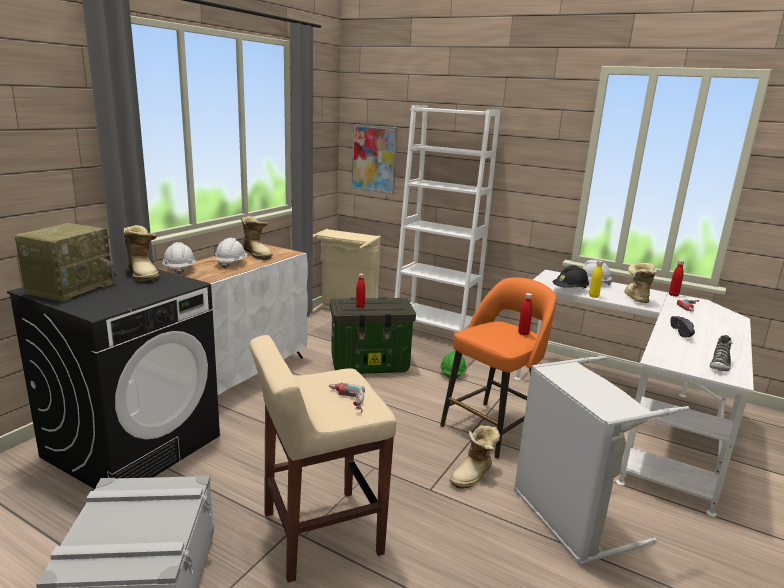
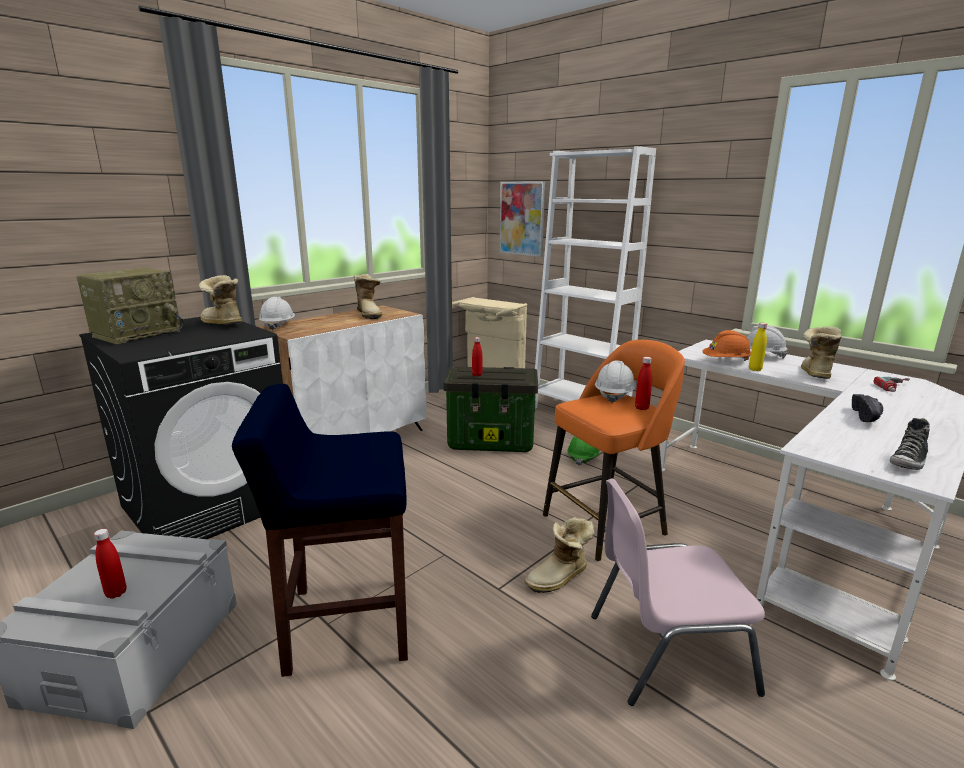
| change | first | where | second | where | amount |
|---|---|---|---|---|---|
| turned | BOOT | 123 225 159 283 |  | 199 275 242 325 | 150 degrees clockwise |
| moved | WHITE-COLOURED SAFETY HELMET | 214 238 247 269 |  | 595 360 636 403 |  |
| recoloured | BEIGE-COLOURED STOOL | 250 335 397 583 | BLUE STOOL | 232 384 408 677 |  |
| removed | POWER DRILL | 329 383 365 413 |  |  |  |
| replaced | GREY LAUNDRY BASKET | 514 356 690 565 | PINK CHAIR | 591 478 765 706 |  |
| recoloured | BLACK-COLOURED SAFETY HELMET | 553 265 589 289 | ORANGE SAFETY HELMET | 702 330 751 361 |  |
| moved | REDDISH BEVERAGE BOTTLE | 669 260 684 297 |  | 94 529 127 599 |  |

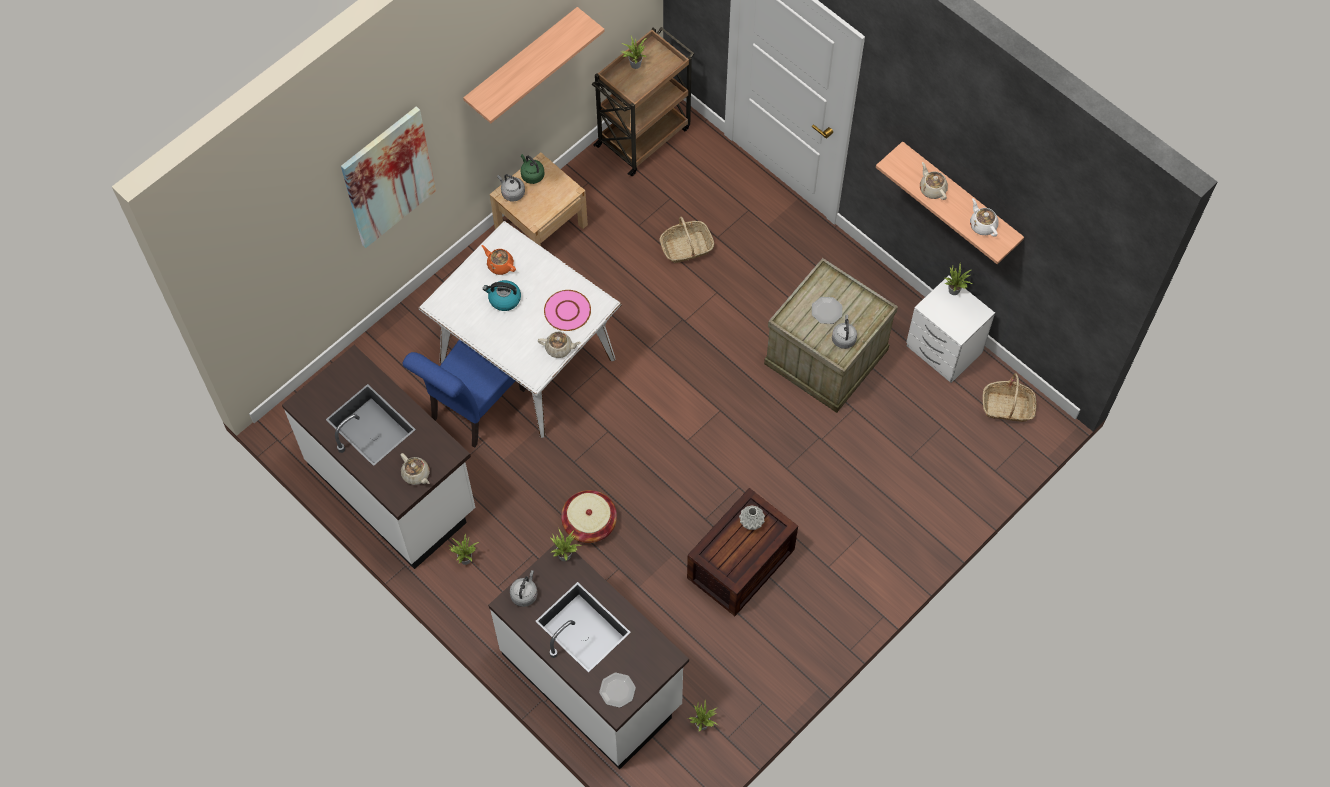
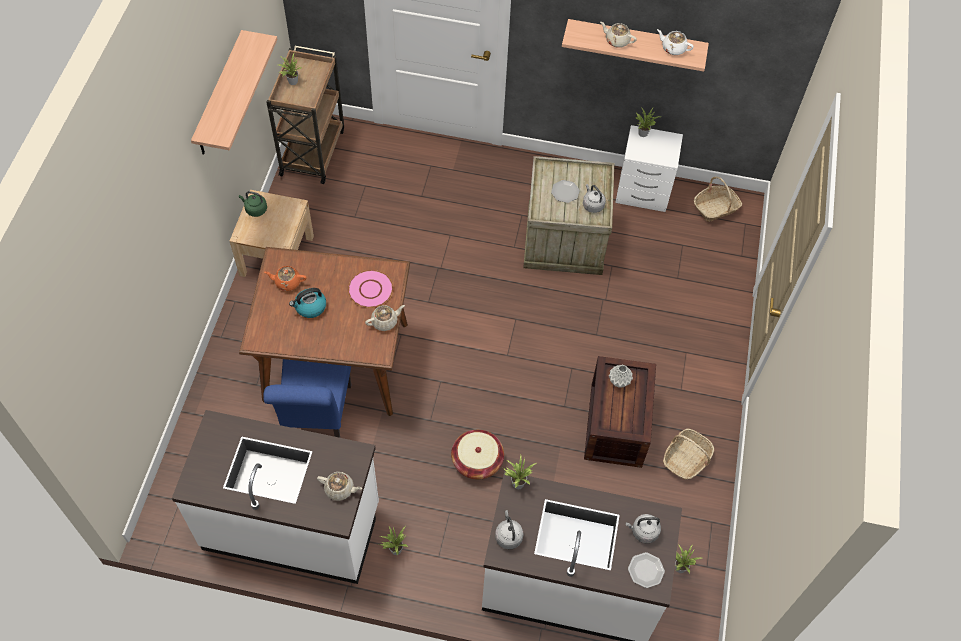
| change | first | where | second | where | amount |
|---|---|---|---|---|---|
| removed | PICTURE | 341 106 436 248 |  |  |  |
| recoloured | WHITE-COLOURED DINING TABLE | 419 221 622 438 | BROWN-COLOURED DINING TABLE | 239 247 410 416 |  |
| moved | GREY TEA KETTLE | 497 174 525 202 |  | 626 514 661 544 |  |
| moved | HOUSEHOLD BASKET | 659 216 714 263 |  | 663 429 714 479 |  |

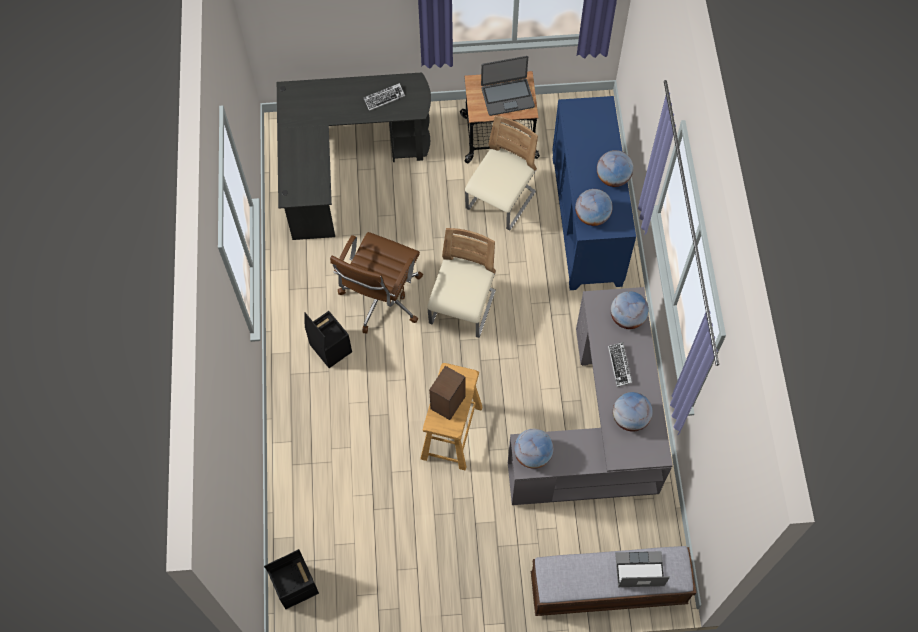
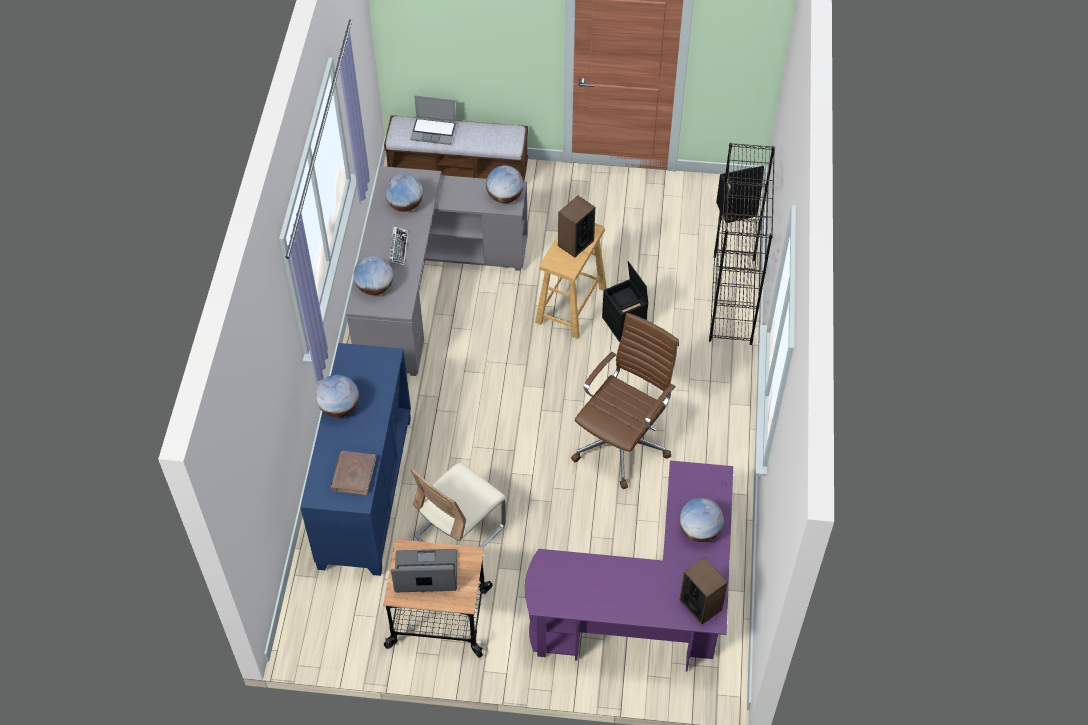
| change | first | where | second | where | amount |
|---|---|---|---|---|---|
| recoloured | BLACK-COLOURED DESK | 277 72 431 240 | PURPLE-COLOURED DESK | 525 460 733 671 |  |
| moved | BLACK-COLOURED STORAGE BIN | 304 311 352 368 |  | 602 261 648 342 |  |
| removed | PC KEYBOARD | 363 83 405 111 |  |  |  |
| removed | BEIGE-COLOURED CHAIR | 427 228 496 338 |  |  |  |
| moved | GLOBE | 575 189 613 226 |  | 679 498 724 542 |  |
| added |  |  | BROWN-COLOURED VOLUME | 331 451 376 495 |  |
| added |  |  | SPEAKER | 680 557 728 624 |  |
| added |  |  | BLACK-COLOURED SHELVING UNIT | 709 143 775 345 |  |

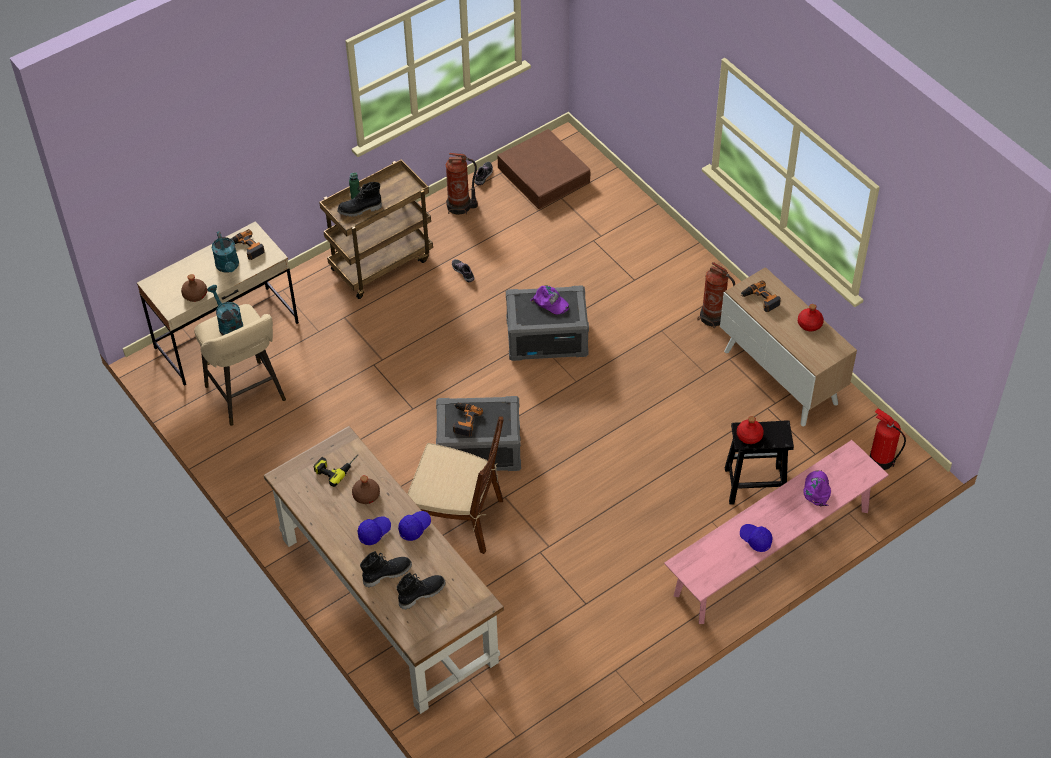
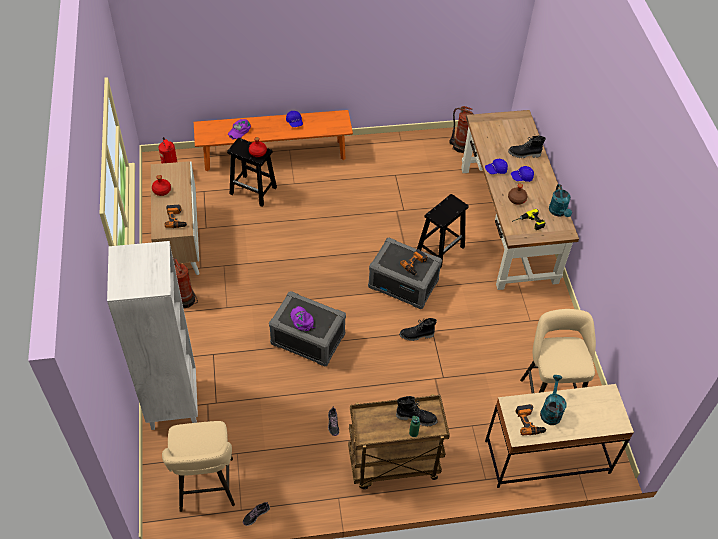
| change | first | where | second | where | amount |
|---|---|---|---|---|---|
| removed | BROWN-COLOURED BEVERAGE BOTTLE | 181 274 207 302 |  |  |  |
| moved | TURQUOISE SPRINKLING CAN | 207 285 243 336 |  | 549 184 572 217 |  |
| moved | BLACK-COLOURED BOOT | 397 572 445 610 |  | 399 318 437 341 |  |
| replaced | BROWN-COLOURED CHAIR | 407 416 503 554 | BLACK-COLOURED STOOL | 417 194 469 268 |  |
| moved | FIRE EXTINGUISHER | 446 153 478 215 |  | 449 106 473 153 |  |
| replaced | BROWN-COLOURED STORAGE BIN | 497 129 591 209 | BEIGE-COLOURED STOOL | 162 421 235 512 |  |
| recoloured | PINK INDOOR BENCH | 664 440 889 624 | ORANGE INDOOR BENCH | 194 110 353 171 |  |
| added |  |  | WHITE-COLOURED SHELVING UNIT | 107 241 198 430 |  |

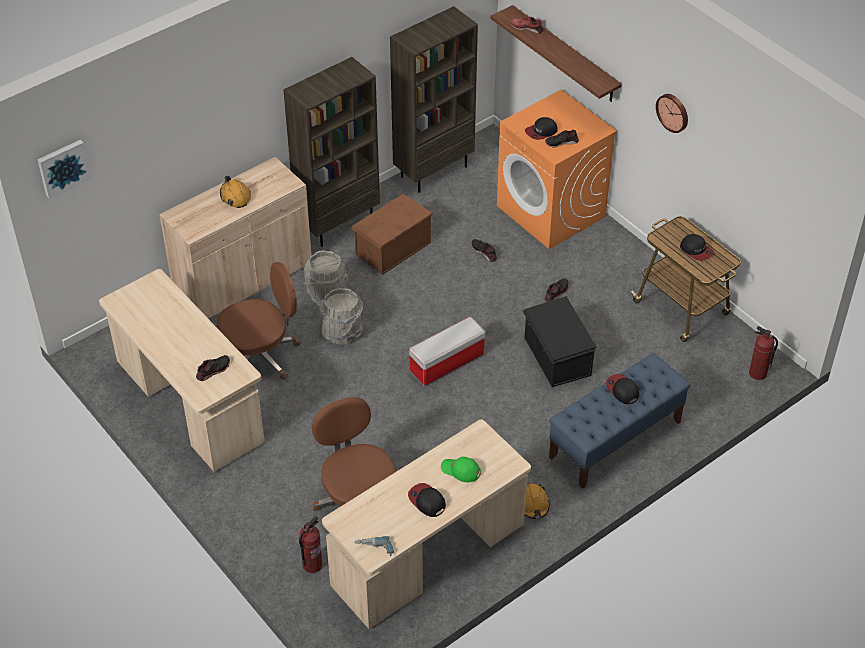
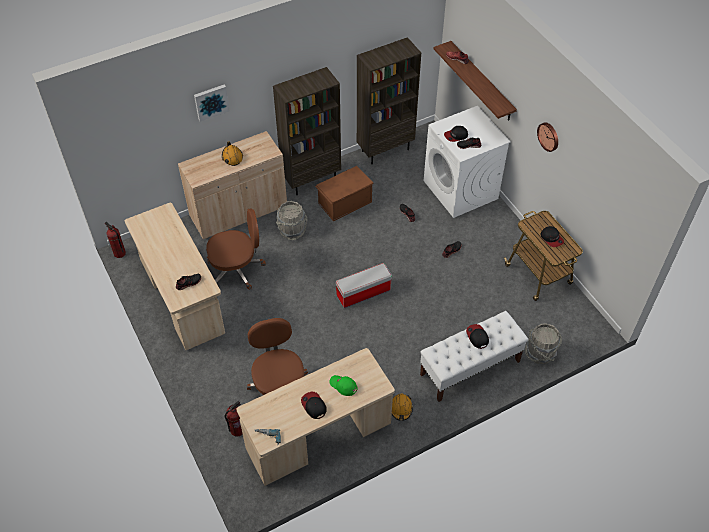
| change | first | where | second | where | amount |
|---|---|---|---|---|---|
| moved | PICTURE | 37 140 91 199 |  | 194 85 230 122 |  |
| moved | GREY WATER BUCKET | 320 288 363 345 |  | 525 323 562 364 |  |
| recoloured | ORANGE WASHING MACHINE | 497 89 617 249 | WHITE-COLOURED WASHING MACHINE | 424 106 511 218 |  |
| removed | BLACK-COLOURED STORAGE BIN | 523 296 597 387 |  |  |  |
| recoloured | BLUE INDOOR BENCH | 549 353 690 489 | WHITE-COLOURED INDOOR BENCH | 420 311 528 402 |  |
| moved | FIRE EXTINGUISHER | 749 326 778 380 |  | 105 222 126 258 |  |

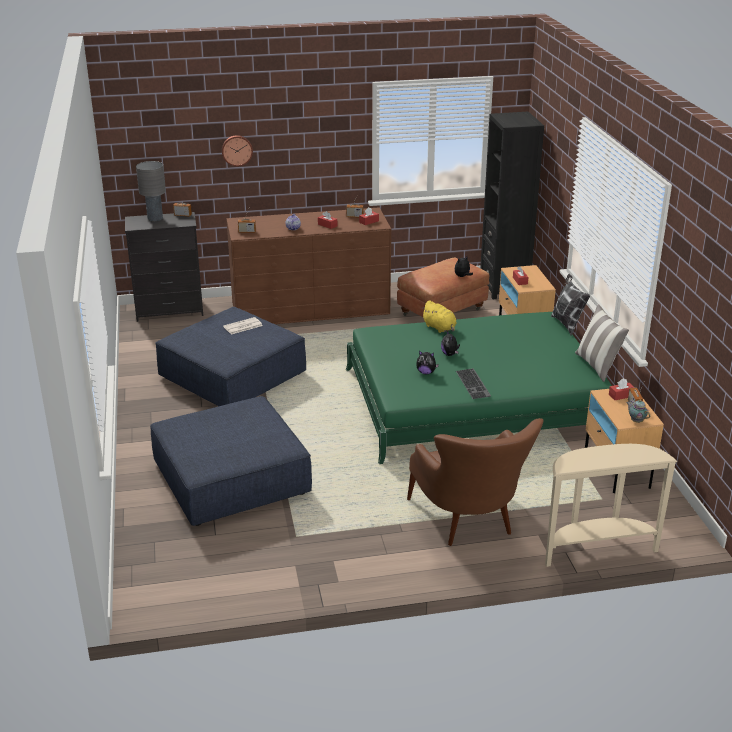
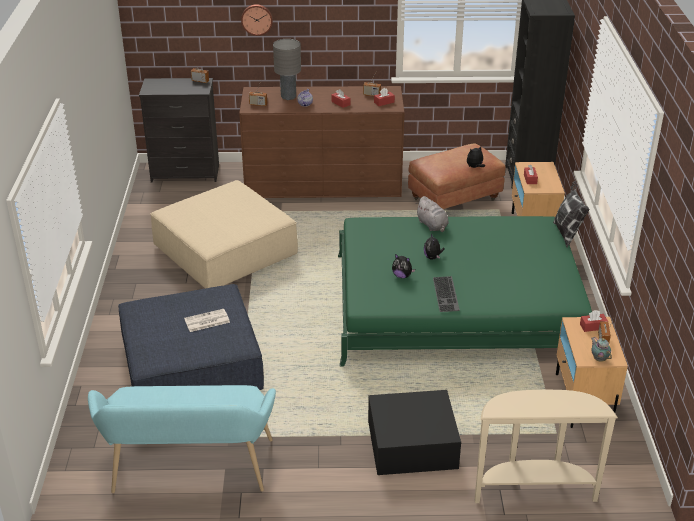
| change | first | where | second | where | amount |
|---|---|---|---|---|---|
| moved | GREY TABLETOP LAMP | 136 161 166 222 |  | 273 39 301 100 |  |
| recoloured | BLUE POUFFE | 156 307 306 406 | BEIGE-COLOURED POUFFE | 150 180 298 288 |  |
| moved | DAILY PAPER | 223 317 263 334 |  | 184 309 230 332 |  |
| replaced | BROWN-COLOURED LOUNGE CHAIR | 407 418 543 546 | BLACK-COLOURED STORAGE BIN | 368 390 461 475 |  |
| recoloured | YELLOW-COLOURED PLUSH TOY | 421 300 457 333 | GREY PLUSH TOY | 415 196 449 232 |  |
| removed | PILLOW | 575 304 629 382 |  |  |  |
| added |  |  | TURQUOISE INDOOR BENCH | 88 385 276 493 |  |

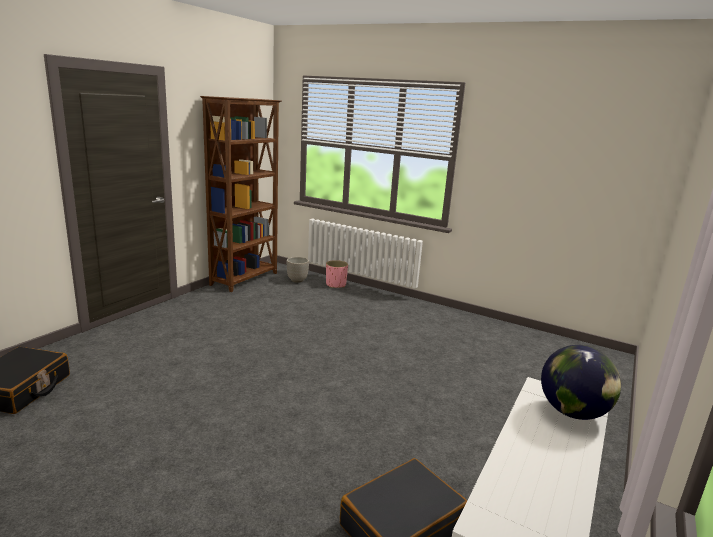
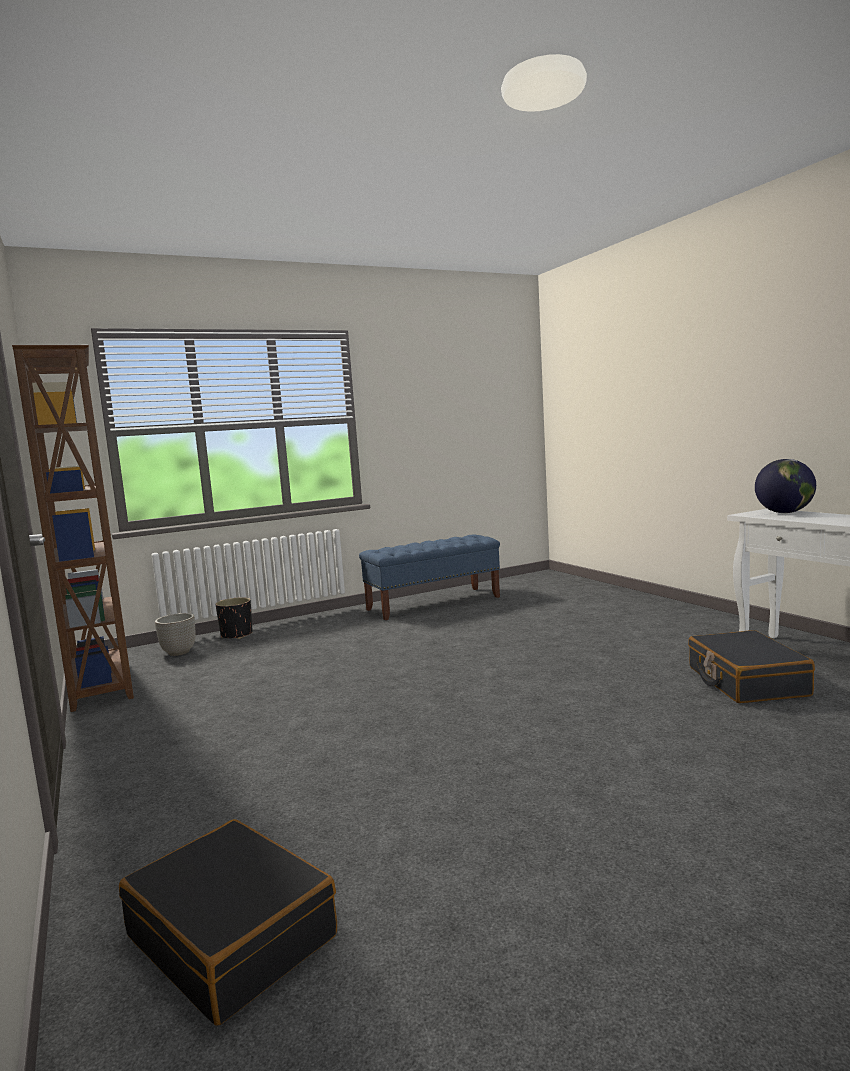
| change | first | where | second | where | amount |
|---|---|---|---|---|---|
| recoloured | PINK FLOWER POT | 326 260 348 288 | BLACK-COLOURED FLOWER POT | 216 597 253 639 |  |
| added |  |  | BLUE INDOOR BENCH | 359 534 500 620 |  |

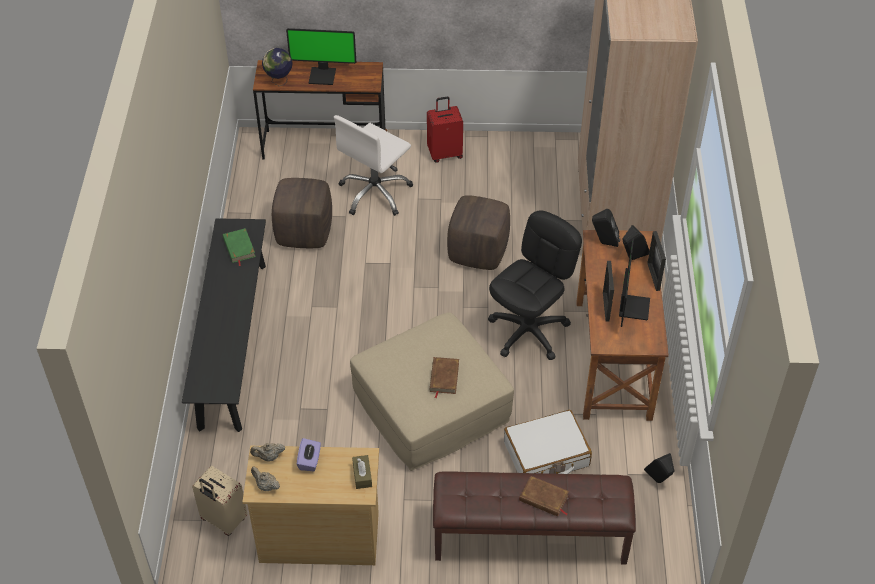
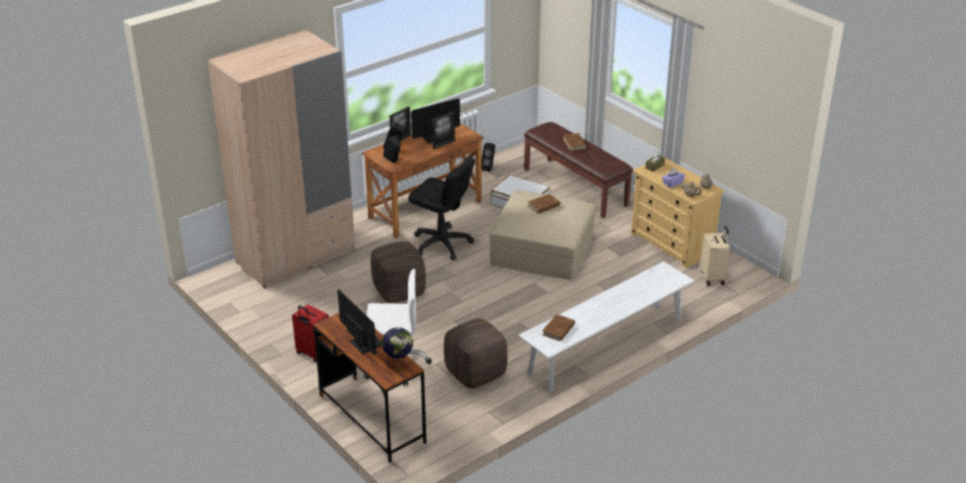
| change | first | where | second | where | amount |
|---|---|---|---|---|---|
| recoloured | BLACK-COLOURED INDOOR BENCH | 182 218 266 432 | WHITE-COLOURED INDOOR BENCH | 519 261 695 391 |  |
| recoloured | GREENISH VOLUME | 223 228 256 266 | BROWN-COLOURED VOLUME | 542 314 575 342 |  |
| turned | BLACK-COLOURED COMPUTER CHAIR | 488 211 582 360 |  | 408 157 475 260 | 150 degrees counterclockwise |

